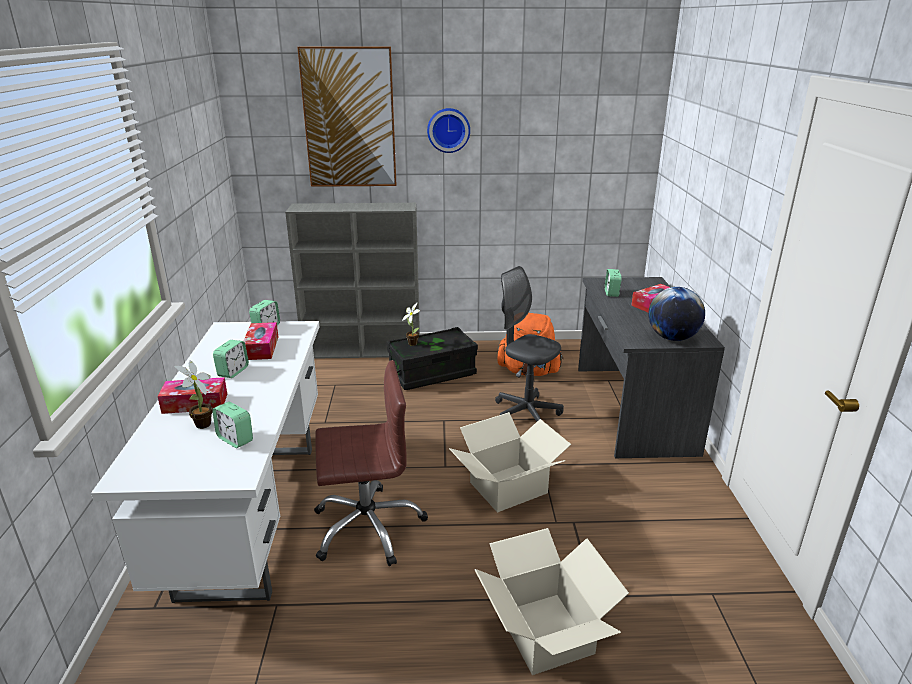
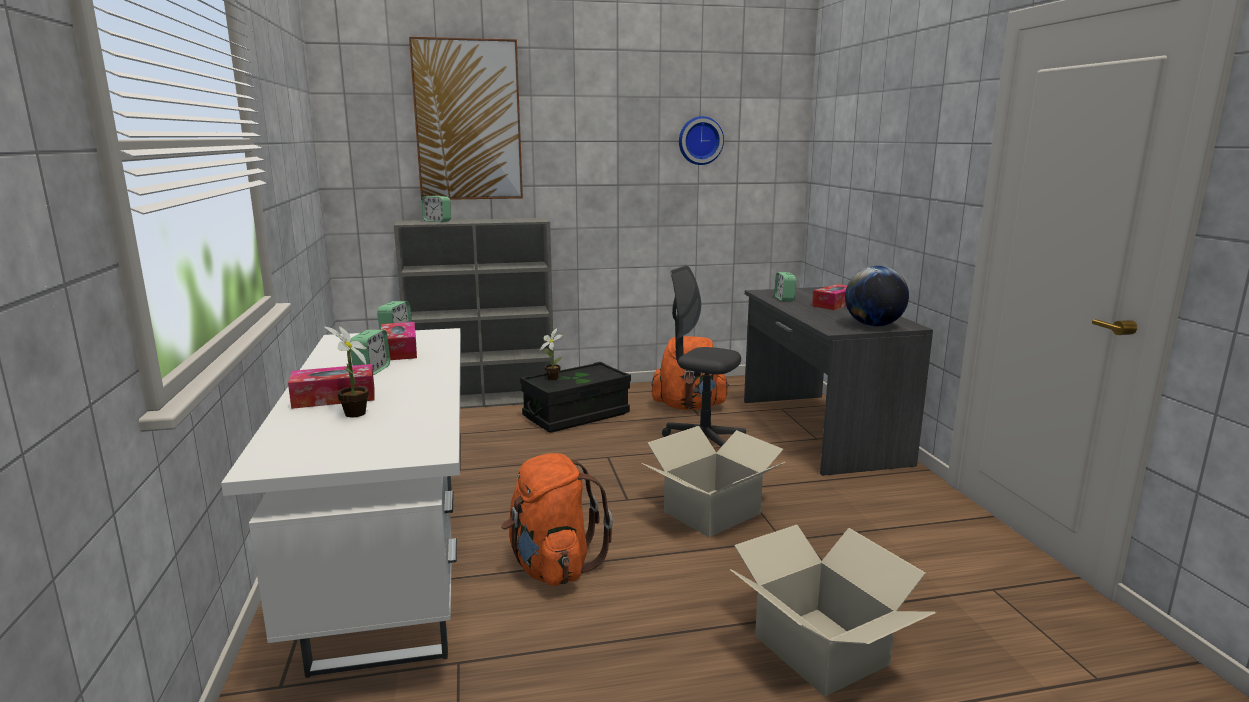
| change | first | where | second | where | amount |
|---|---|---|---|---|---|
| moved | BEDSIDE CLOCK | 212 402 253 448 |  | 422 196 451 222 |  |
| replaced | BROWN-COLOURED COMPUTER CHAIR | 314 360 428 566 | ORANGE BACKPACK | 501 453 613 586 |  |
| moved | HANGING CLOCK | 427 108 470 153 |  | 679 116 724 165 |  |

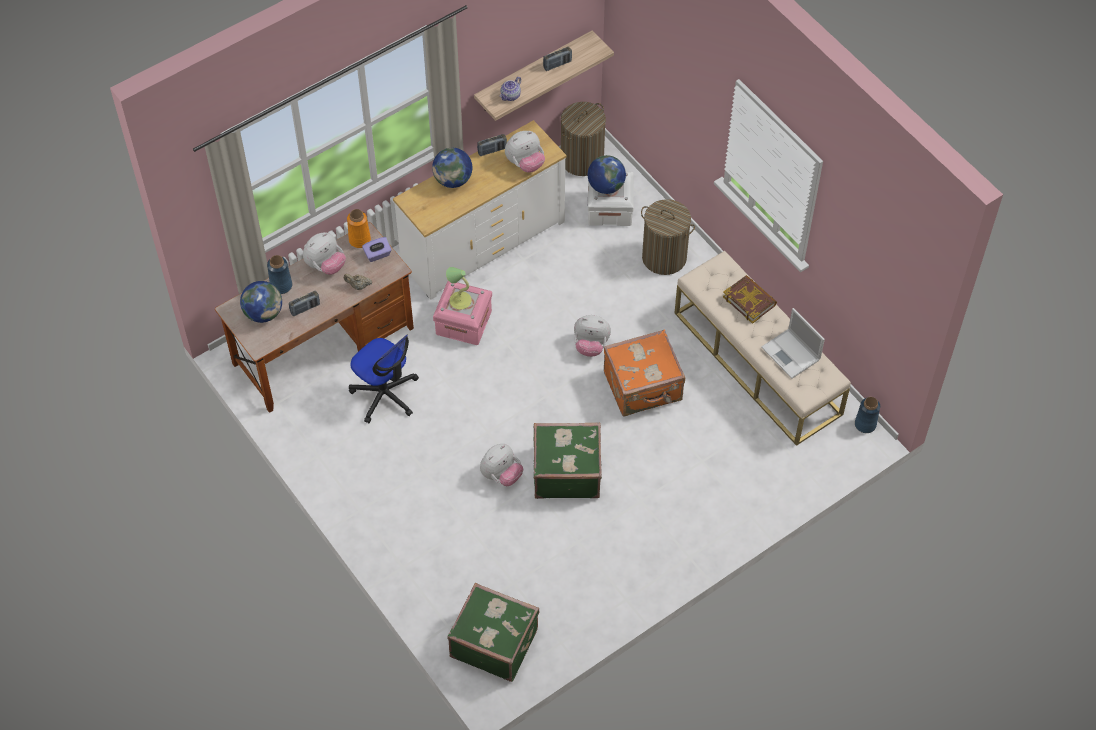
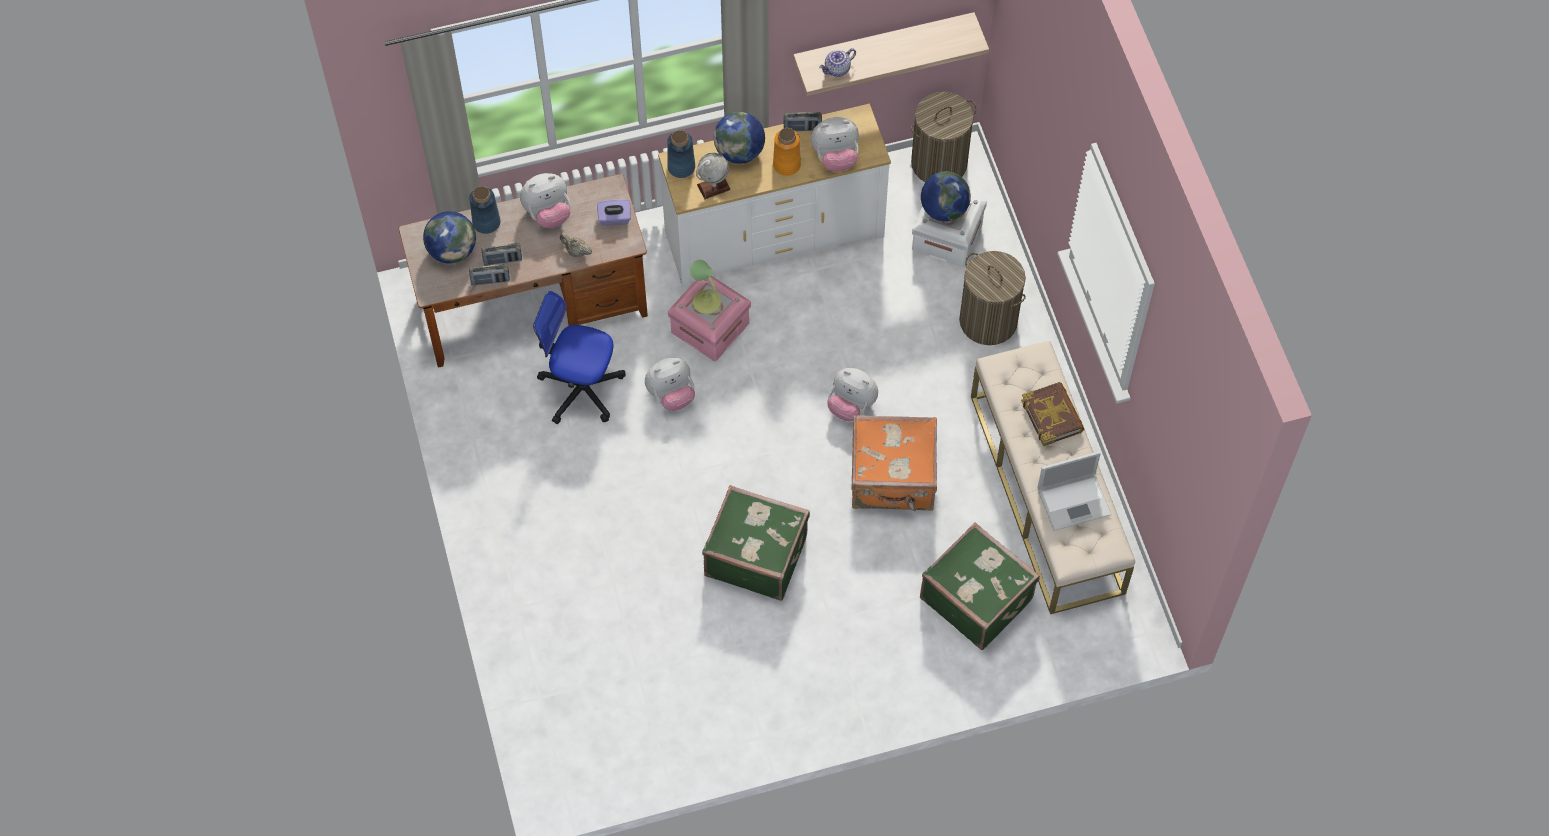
| change | first | where | second | where | amount |
|---|---|---|---|---|---|
| moved | ORANGE FLOWER VASE | 347 209 371 248 |  | 773 128 801 176 |  |
| turned | COMPUTER CHAIR | 349 335 419 423 |  | 533 291 626 424 | 135 degrees clockwise |
| moved | GREENISH PIECE OF LUGGAGE | 447 583 540 682 |  | 920 522 1040 650 |  |
| moved | PLUSH TOY | 480 444 523 486 |  | 645 358 695 411 |  |
| moved | RADIO SET | 543 47 572 71 |  | 469 264 510 286 |  |
| turned | NOTEBOOK COMPUTER | 761 308 825 379 |  | 1038 451 1112 531 | 90 degrees counterclockwise |
| moved | BLUE FLOWER VASE | 855 397 880 433 |  | 667 130 695 178 |  |
| added |  |  | GLOBE | 696 153 731 199 |  |

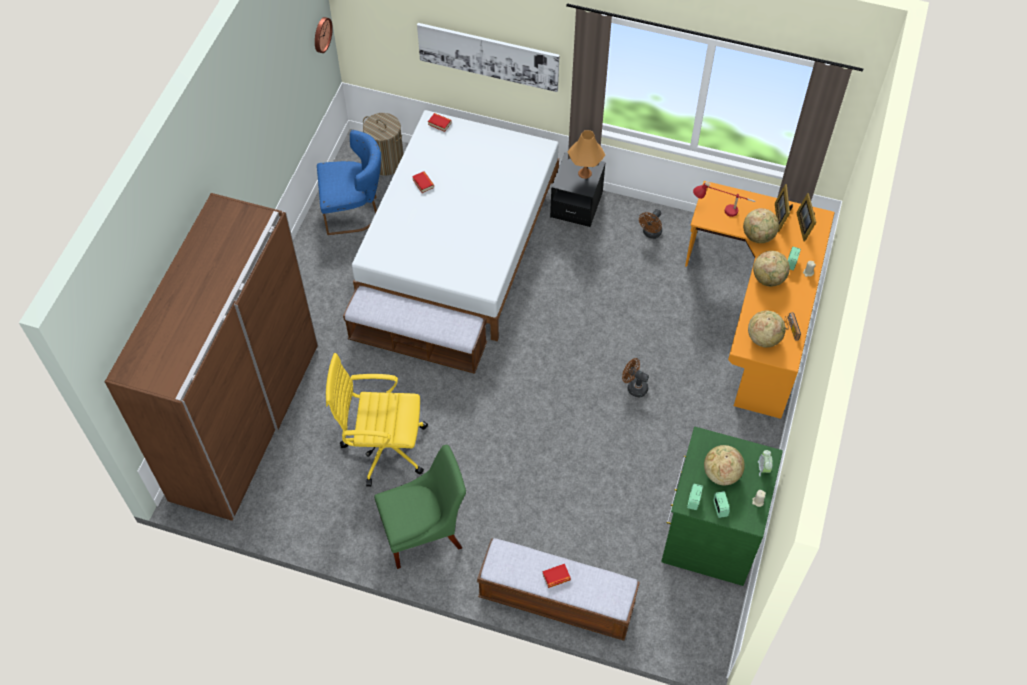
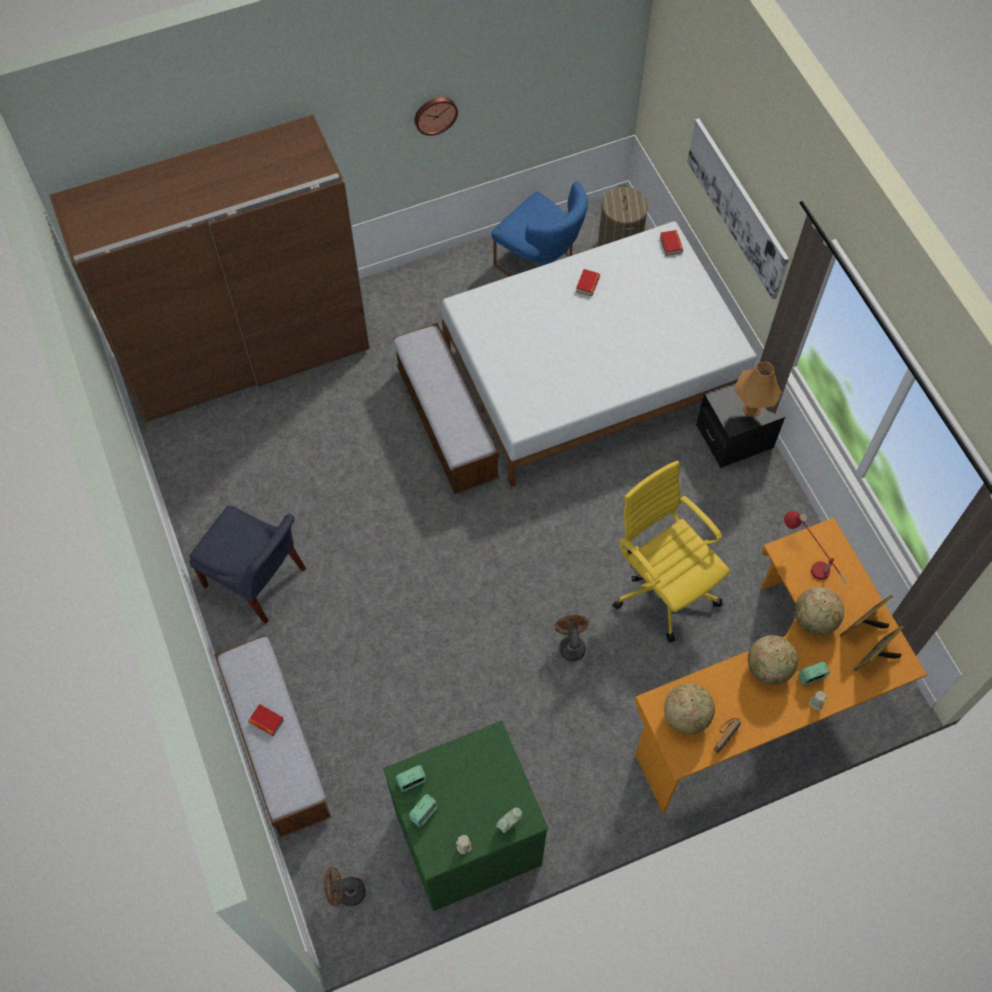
| change | first | where | second | where | amount |
|---|---|---|---|---|---|
| moved | HANGING CLOCK | 315 17 333 53 |  | 414 97 458 136 |  |
| moved | YELLOW-COLOURED COMPUTER CHAIR | 326 353 428 487 |  | 613 460 730 643 |  |
| recoloured | GREENISH CHAIR | 374 445 466 569 | BLUE CHAIR | 189 505 306 624 |  |
| moved | BROWN-COLOURED COOLING FAN | 639 209 662 239 |  | 324 867 365 907 |  |
| removed | GLOBE | 704 445 745 485 |  |  |  |

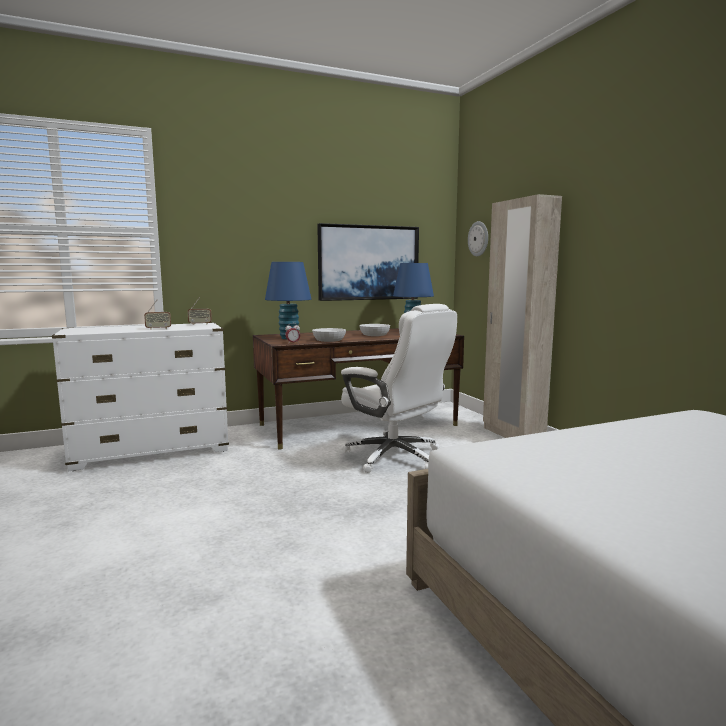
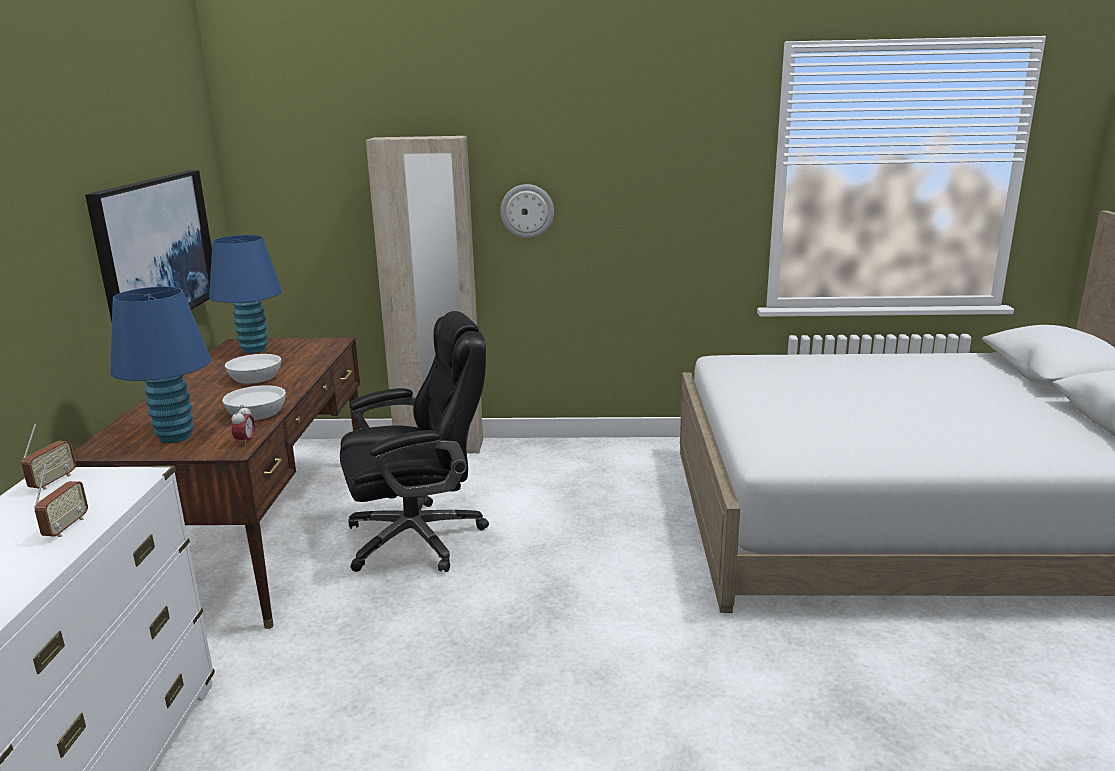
| change | first | where | second | where | amount |
|---|---|---|---|---|---|
| recoloured | WHITE-COLOURED COMPUTER CHAIR | 341 304 457 473 | BLACK-COLOURED COMPUTER CHAIR | 340 311 489 572 |  |
| moved | HANGING CLOCK | 468 221 488 256 |  | 500 184 554 238 |  |

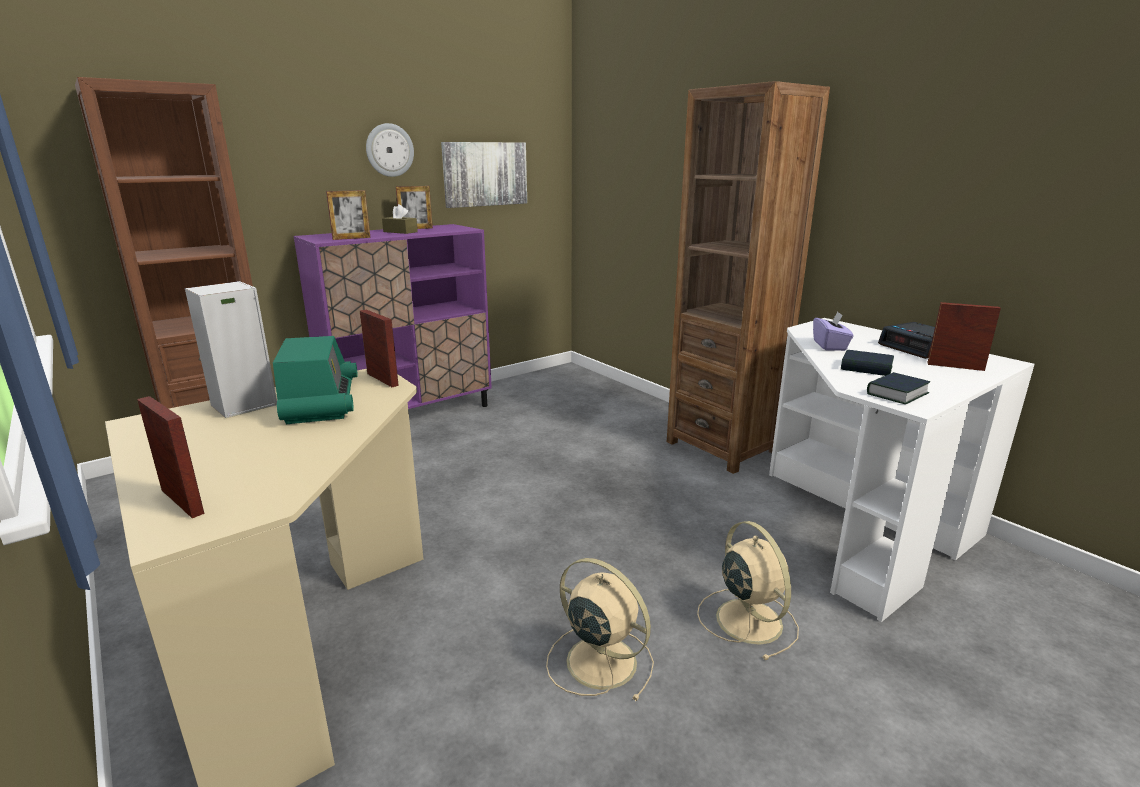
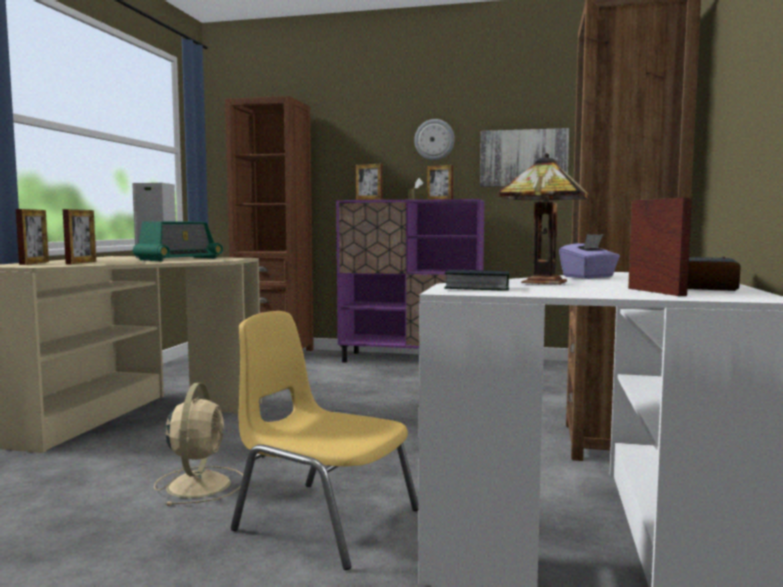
| change | first | where | second | where | amount |
|---|---|---|---|---|---|
| moved | STANDING FRAME | 360 310 399 387 |  | 63 209 96 264 |  |
| replaced | BEIGE-COLOURED COOLING FAN | 697 521 799 660 | YELLOW-COLOURED CHAIR | 231 311 418 570 |  |
| replaced | VOLUME | 841 350 894 376 | TABLETOP LAMP | 498 153 590 285 |  |

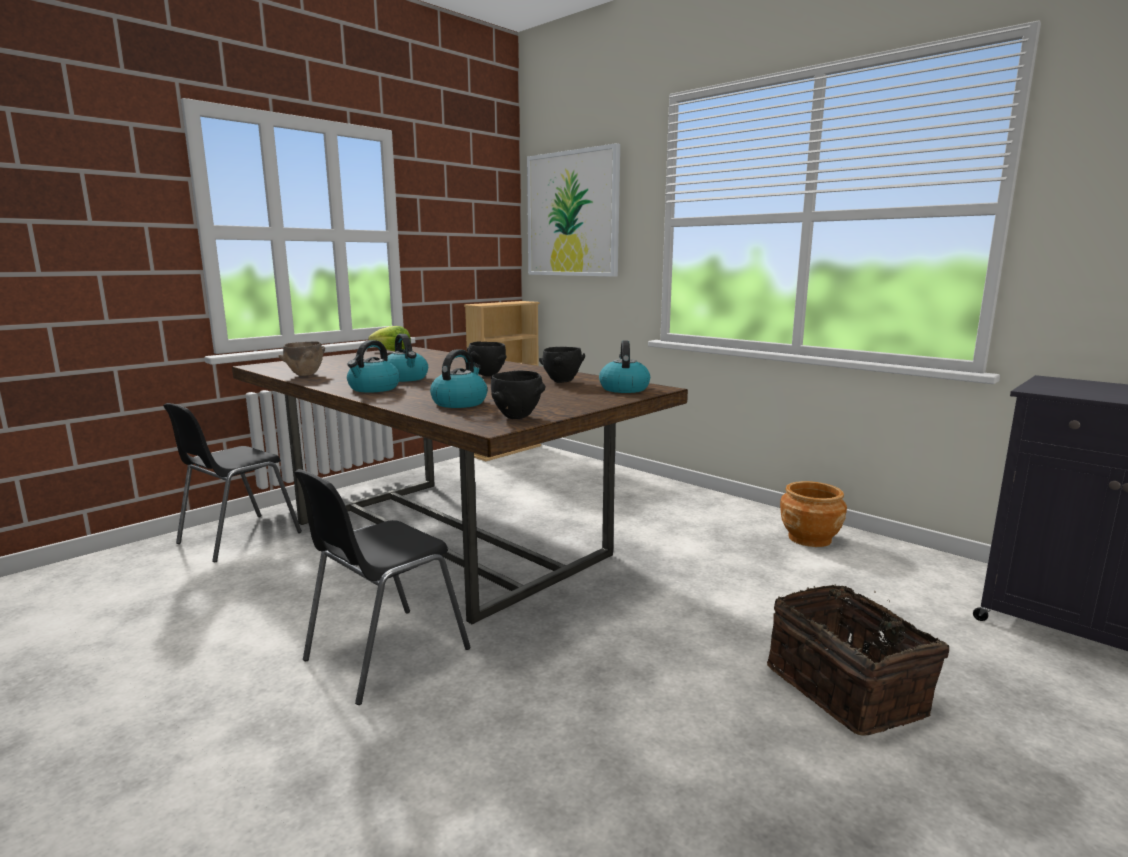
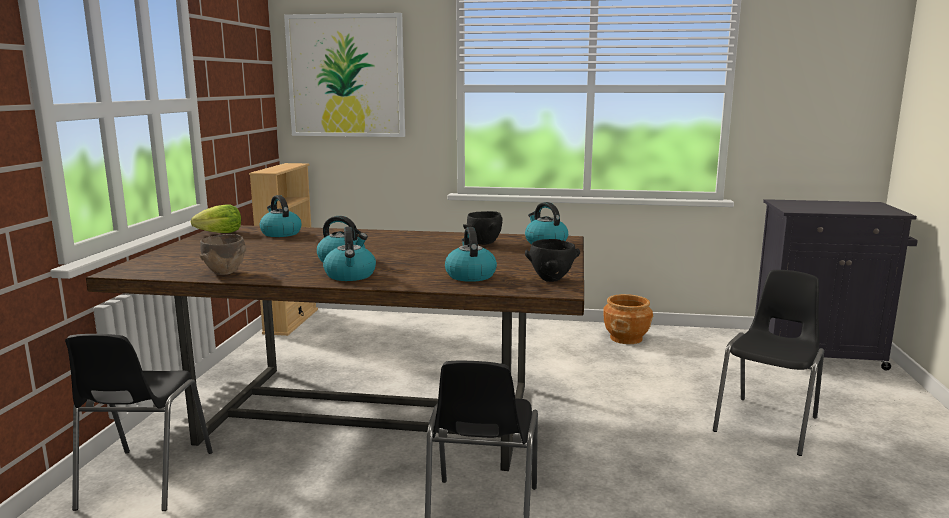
| change | first | where | second | where | amount |
|---|---|---|---|---|---|
| removed | BLACK-COLOURED DEEP DISH | 467 341 507 376 |  |  |  |
| replaced | HOUSEHOLD BASKET | 767 585 949 736 | BLACK-COLOURED CHAIR | 713 270 824 456 |  |
| added |  |  | TEA KETTLE | 259 195 302 237 |  |

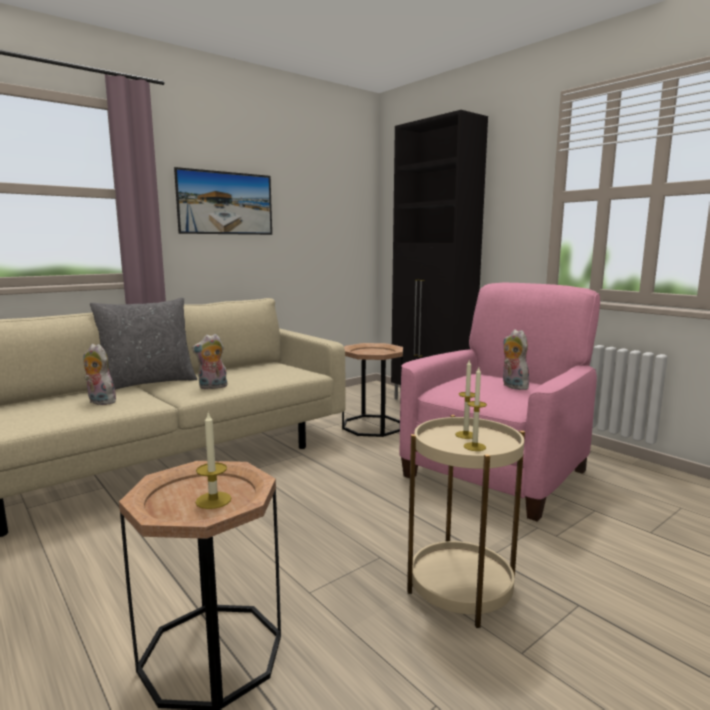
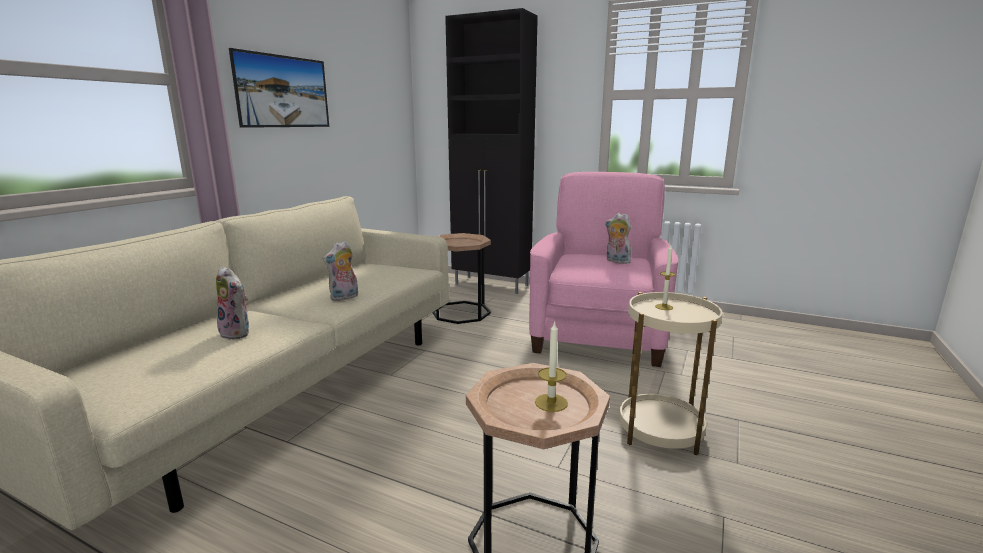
| change | first | where | second | where | amount |
|---|---|---|---|---|---|
| turned | PLUSH TOY | 83 344 116 405 |  | 216 266 249 340 | 150 degrees counterclockwise |
| removed | GREY PILLOW | 90 297 197 390 |  |  |  |
| removed | WAX LIGHT | 464 368 487 451 |  |  |  |

